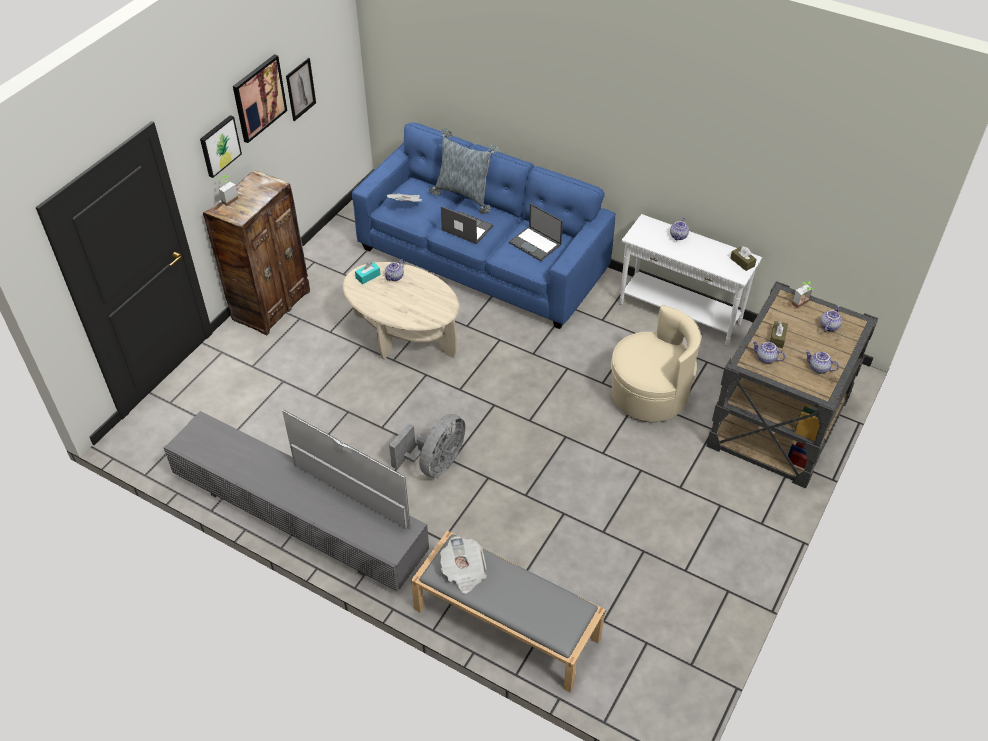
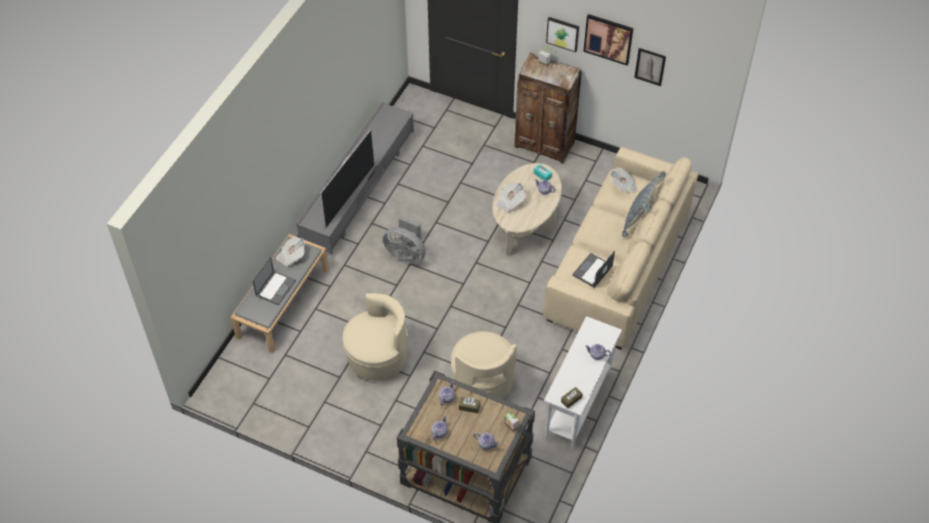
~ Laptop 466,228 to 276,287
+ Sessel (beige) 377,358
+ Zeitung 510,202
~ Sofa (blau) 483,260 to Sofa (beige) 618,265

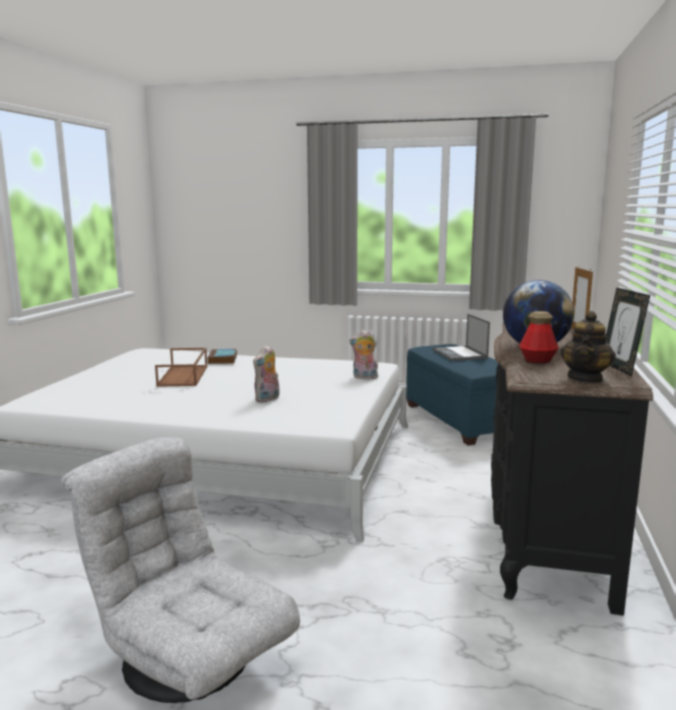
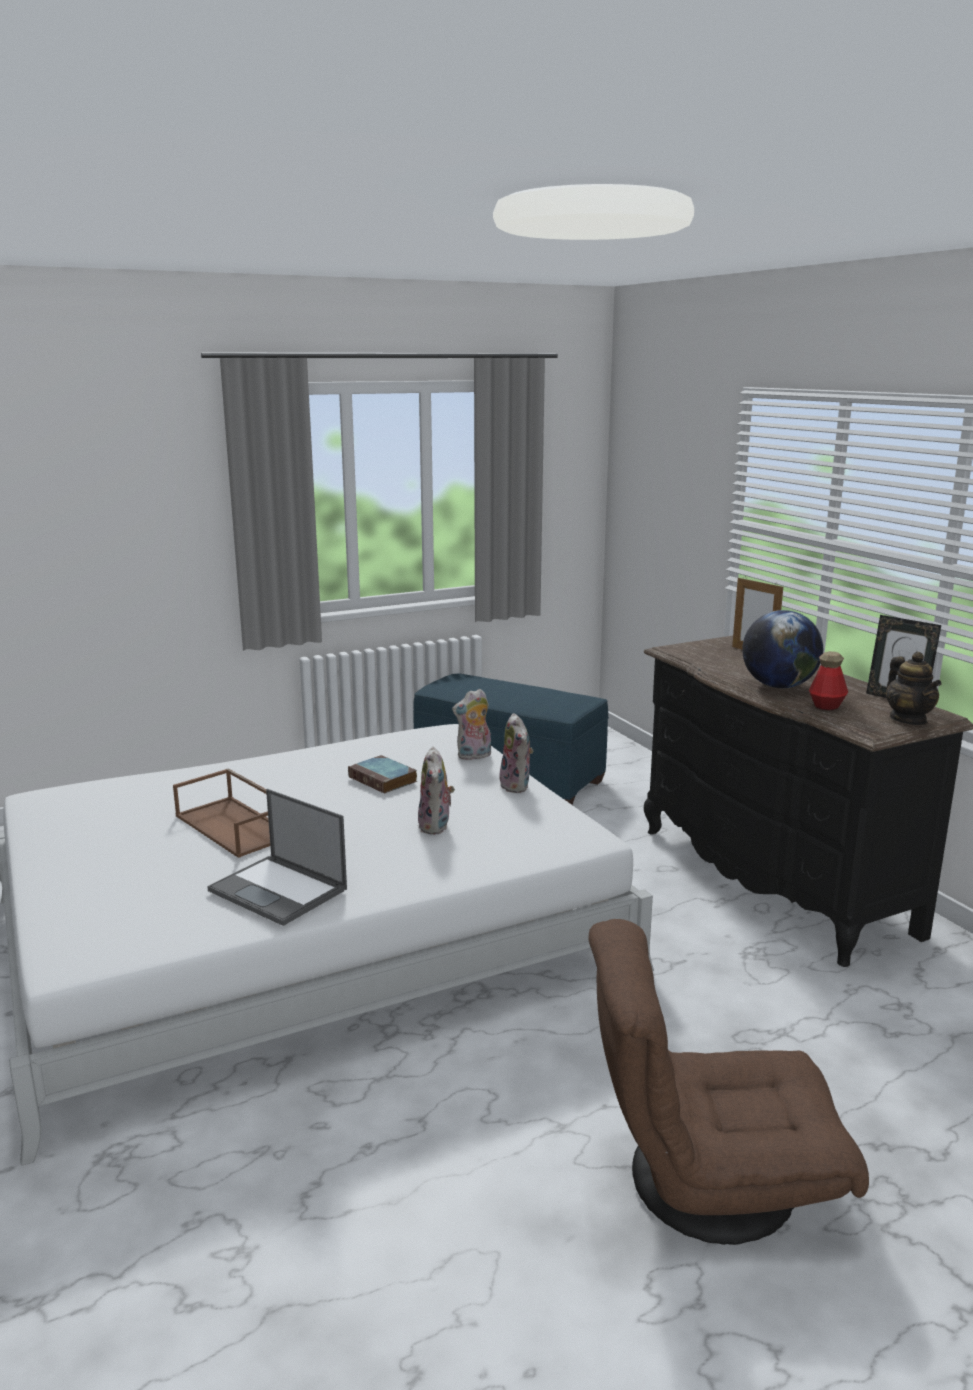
~ Laptop 460,354 to 279,890
~ Buch 223,359 to 384,779
+ Plüschtier 517,786
~ Sessel (grau) 191,656 to Sessel (braun) 713,1178

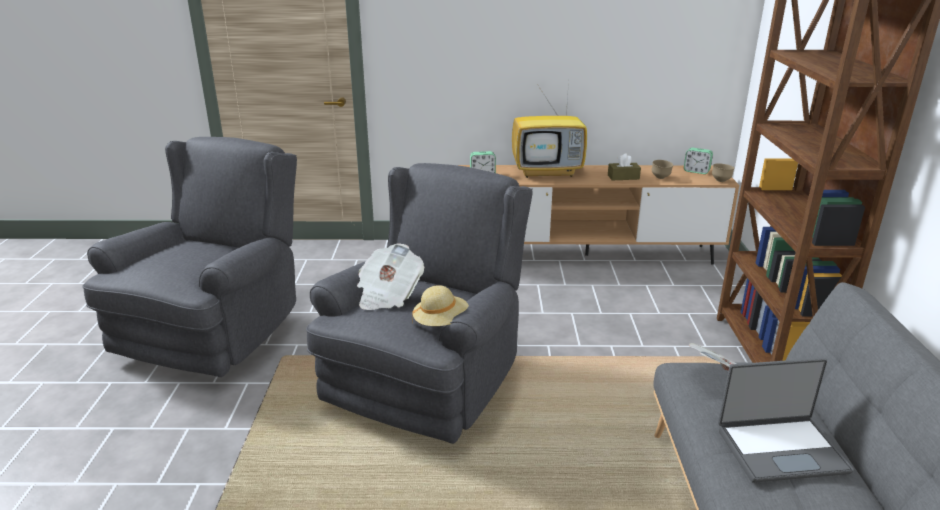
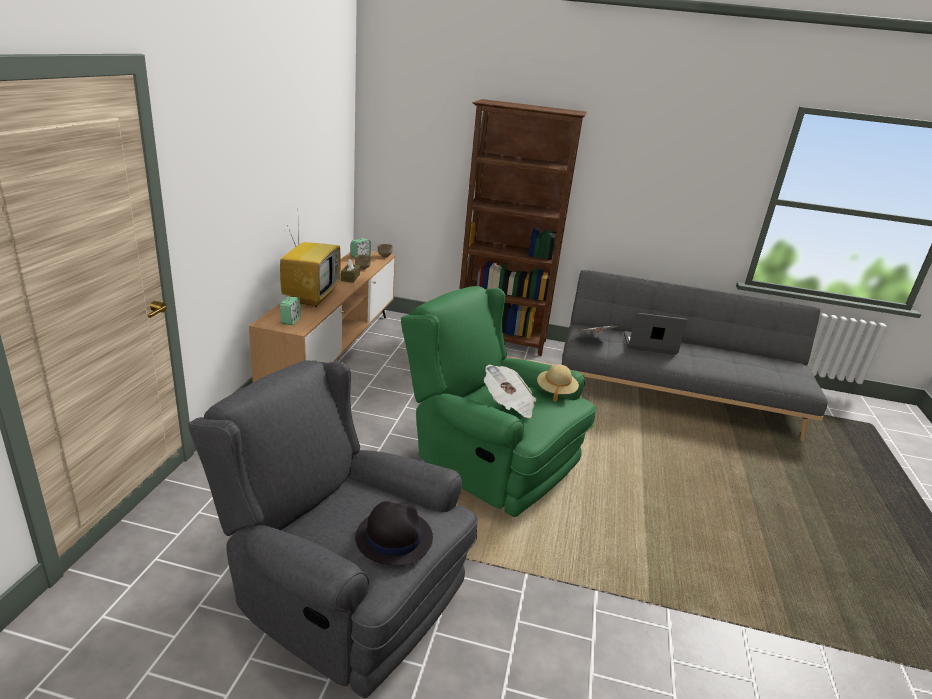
+ Hut (schwarz) 393,537
~ Sessel (grau) 428,383 to Sessel (grün) 489,466
~ Laptop 780,449 = 649,345 90 degrees counterclockwise

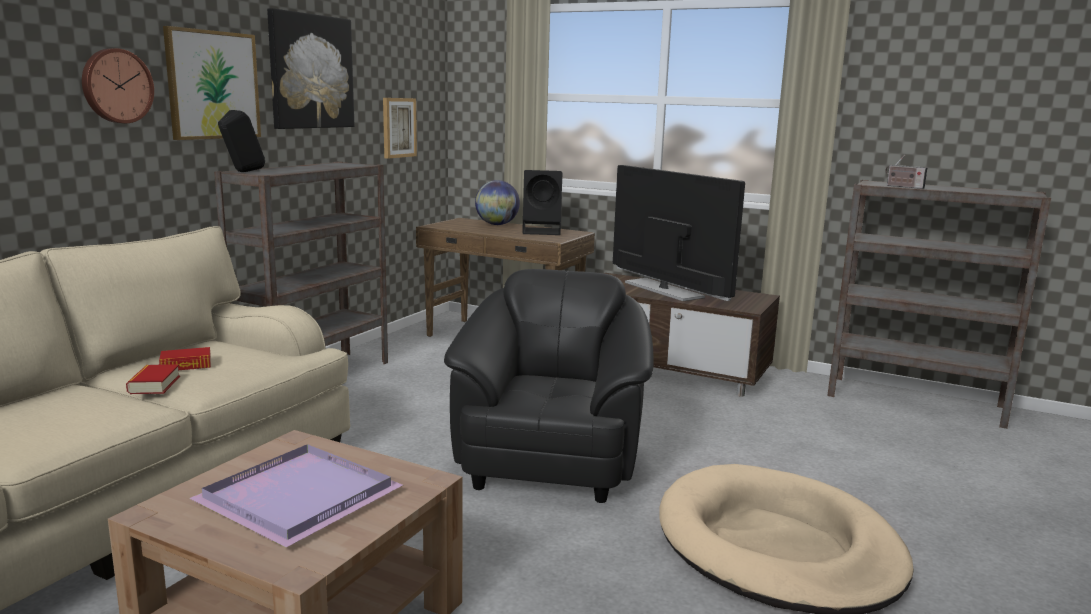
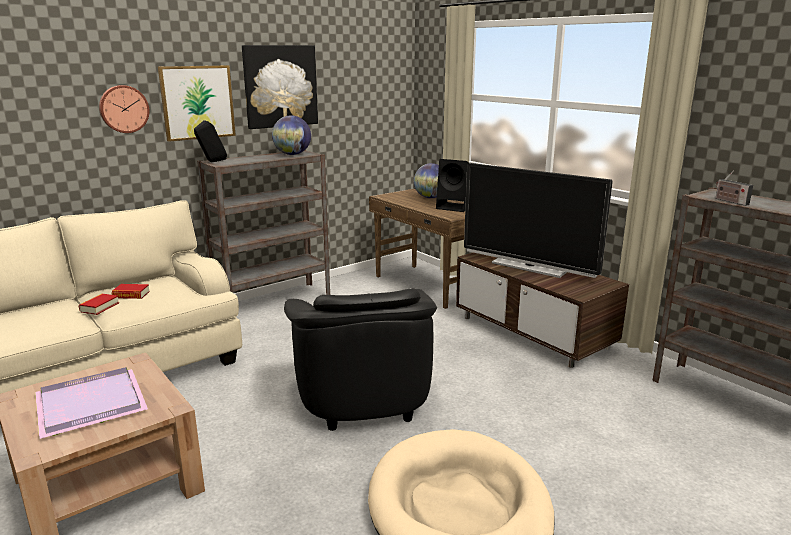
+ Globus 292,154
~ Sessel (schwarz) 551,461 = 362,396 135 degrees clockwise
~ Fernseher 663,290 = 529,267 135 degrees clockwise
- Bild 398,127

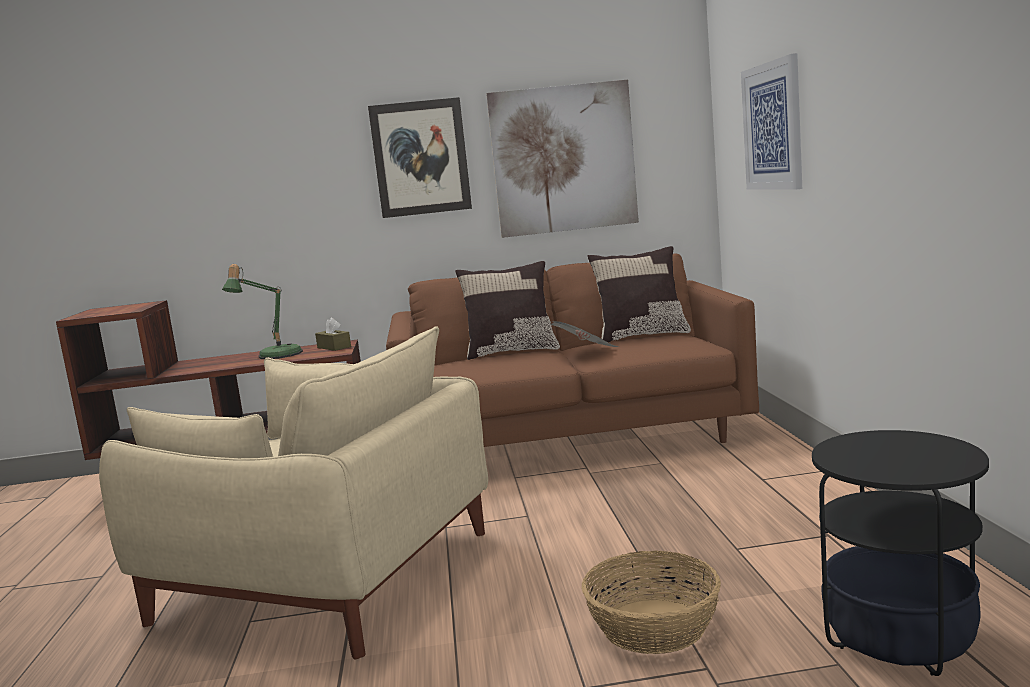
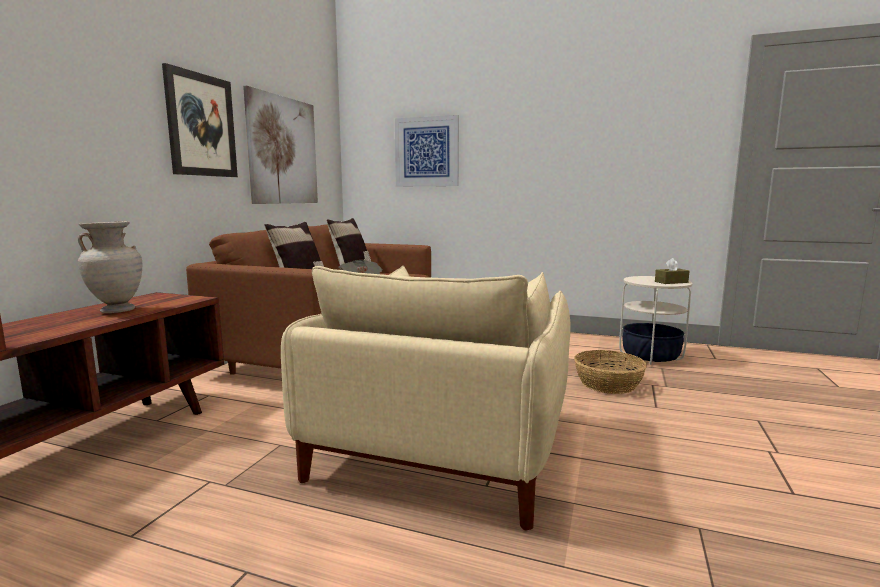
~ Tischlampe 274,356 to Vase (beige) 117,311
~ Sessel (beige) 325,577 = 443,447 150 degrees clockwise
~ Beistelltisch (schwarz) 900,641 to Beistelltisch (beige) 650,357
~ Taschentuchbox (braun) 334,347 to 671,282

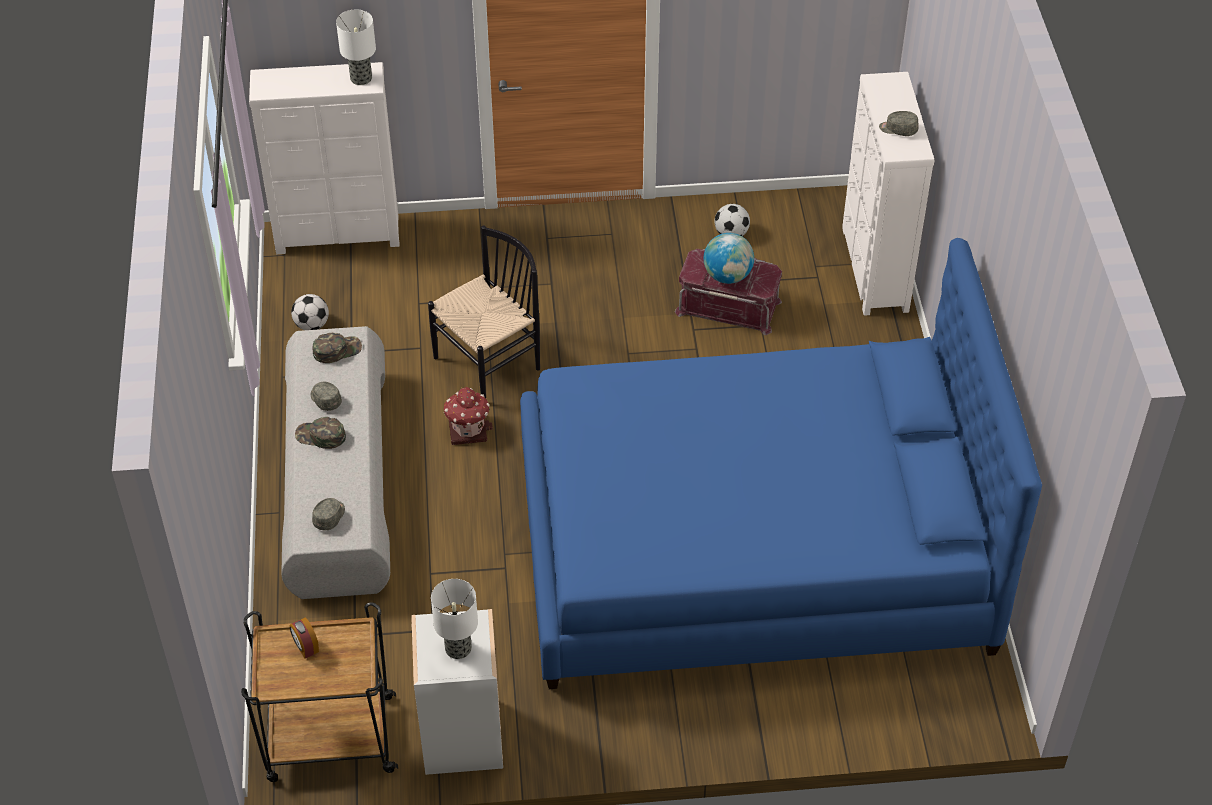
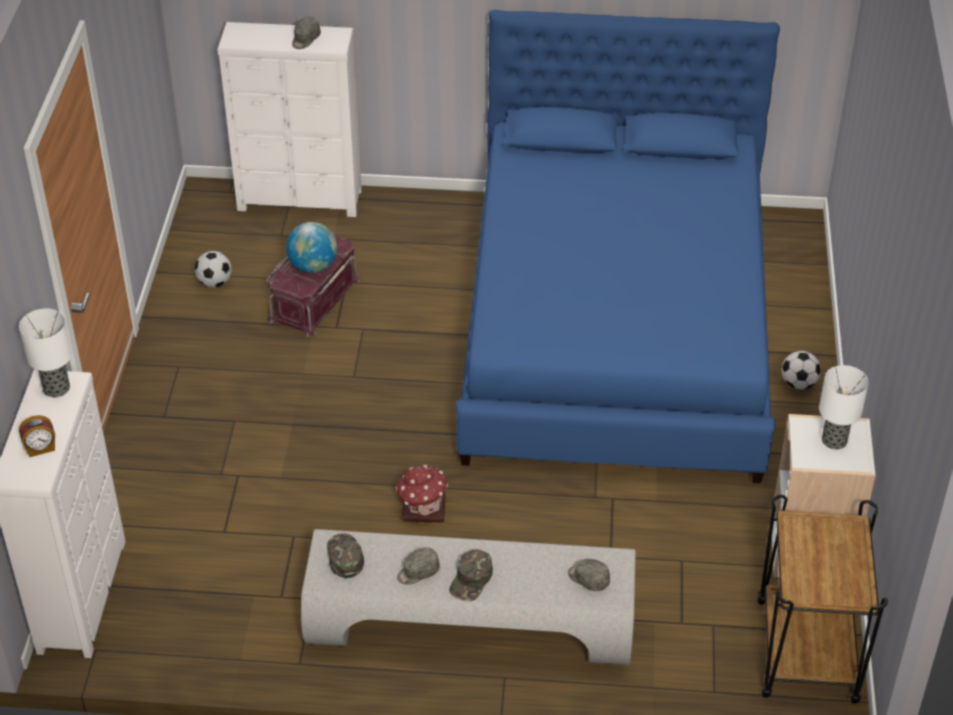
~ Wecker 305,647 to 41,448
~ Fußball 312,325 to 798,383
- Stuhl (schwarz) 491,361

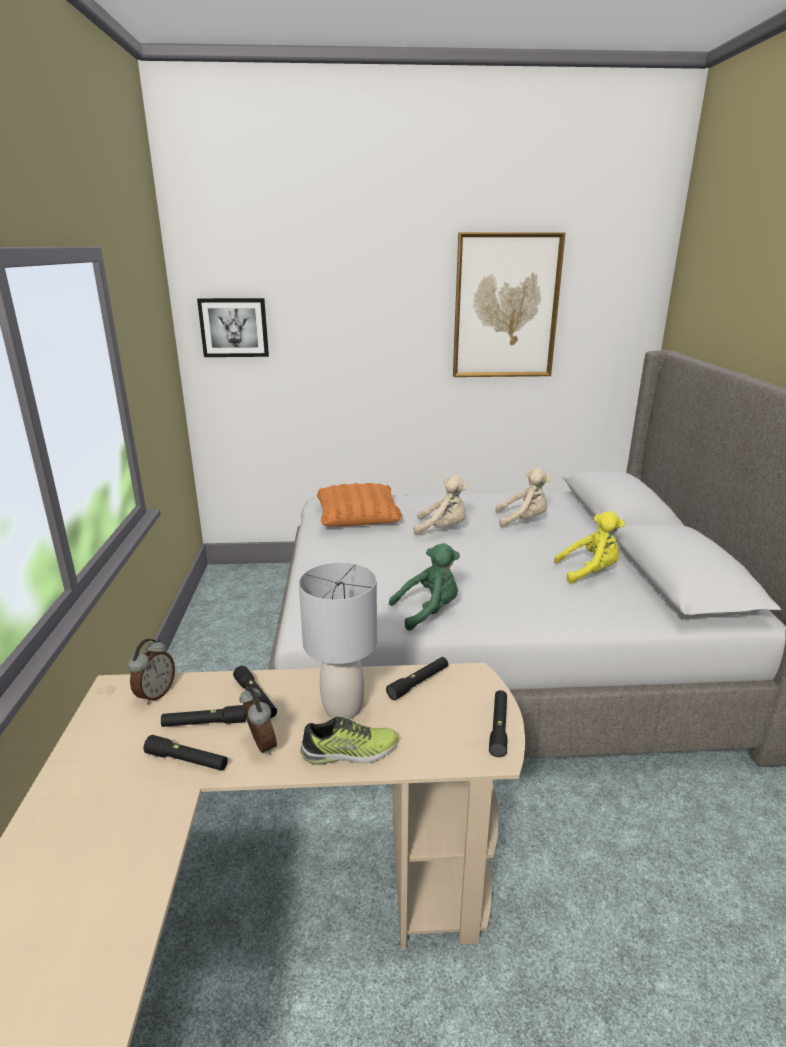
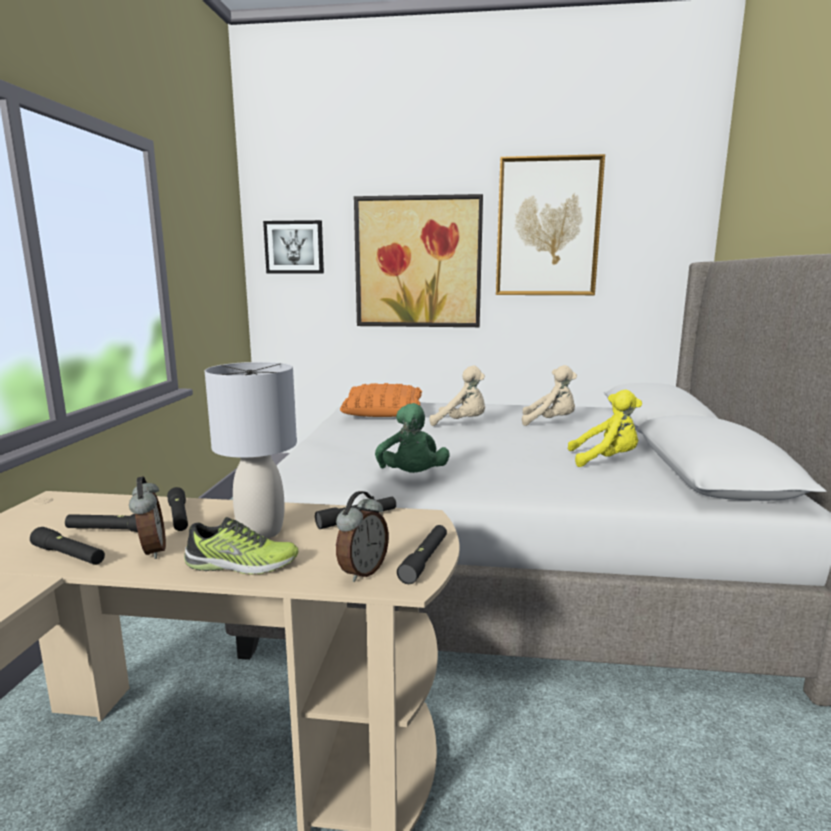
~ Wecker 155,694 to 362,571
+ Bild 418,262
~ Plüschtier (grün) 428,611 = 411,477 90 degrees clockwise

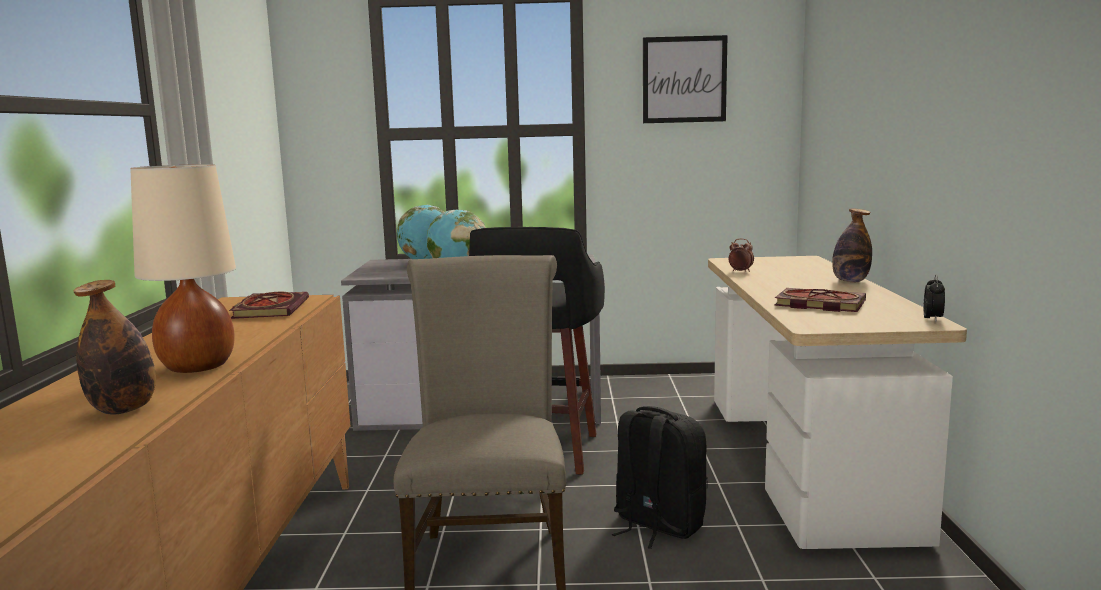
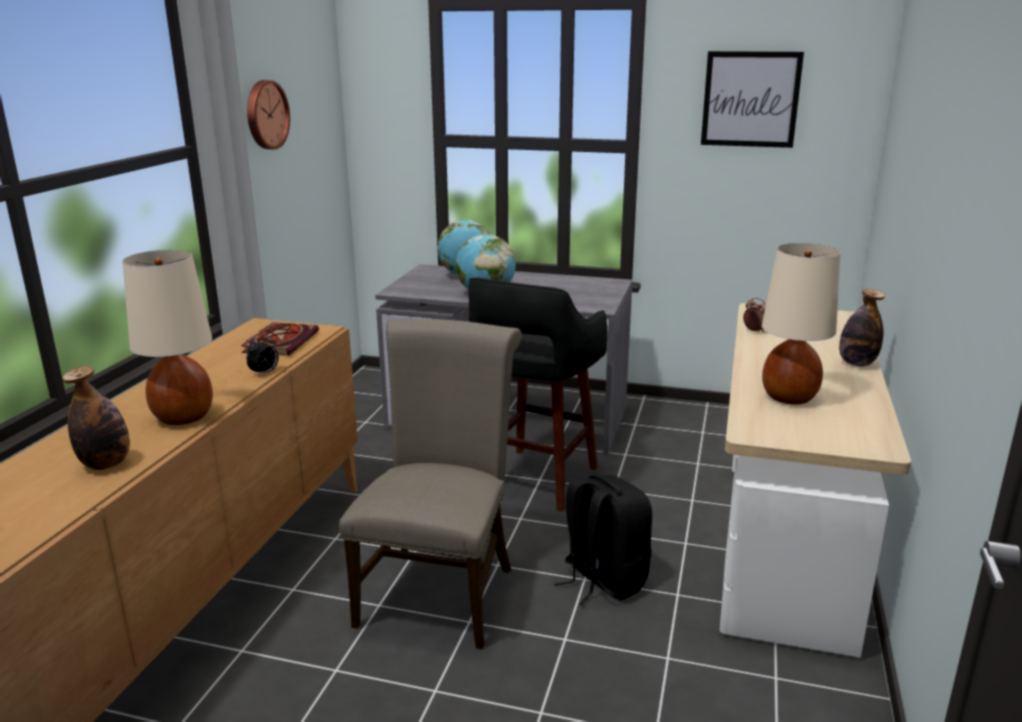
+ Wanduhr 265,115
~ Wecker 932,319 to 265,373
~ Buch 817,304 to Tischlampe (beige) 788,398

